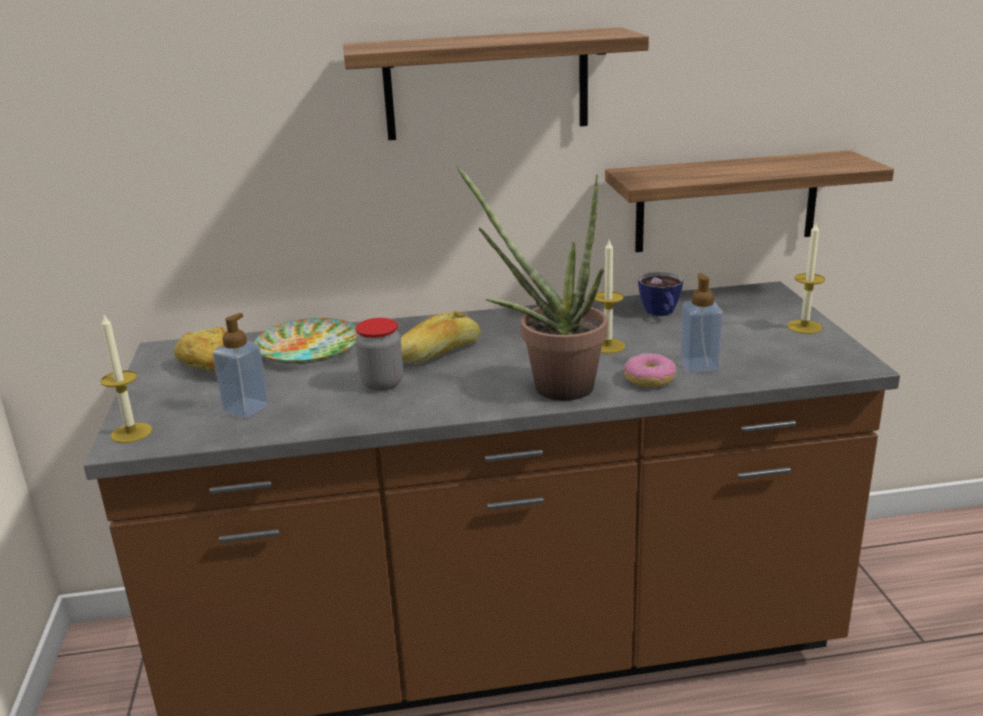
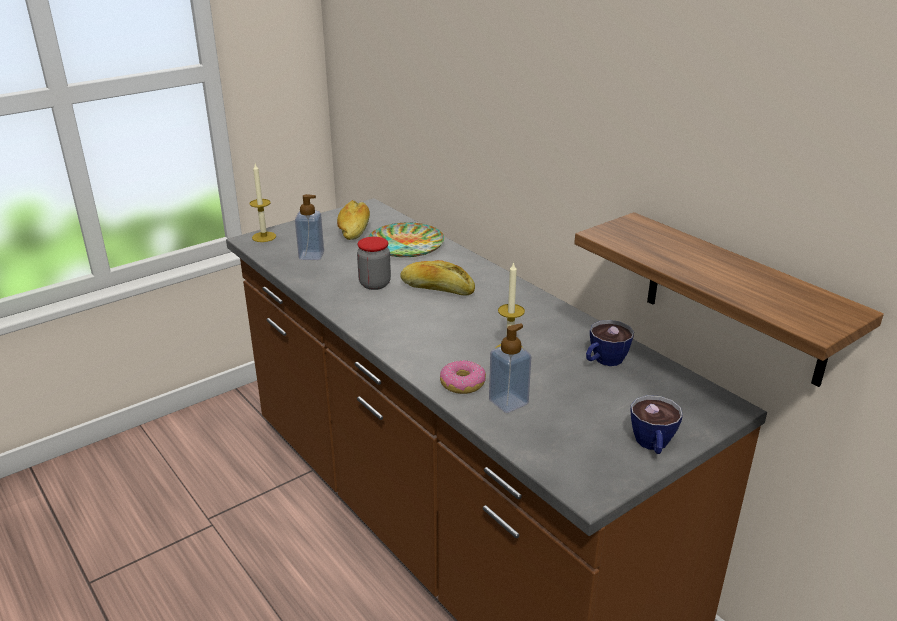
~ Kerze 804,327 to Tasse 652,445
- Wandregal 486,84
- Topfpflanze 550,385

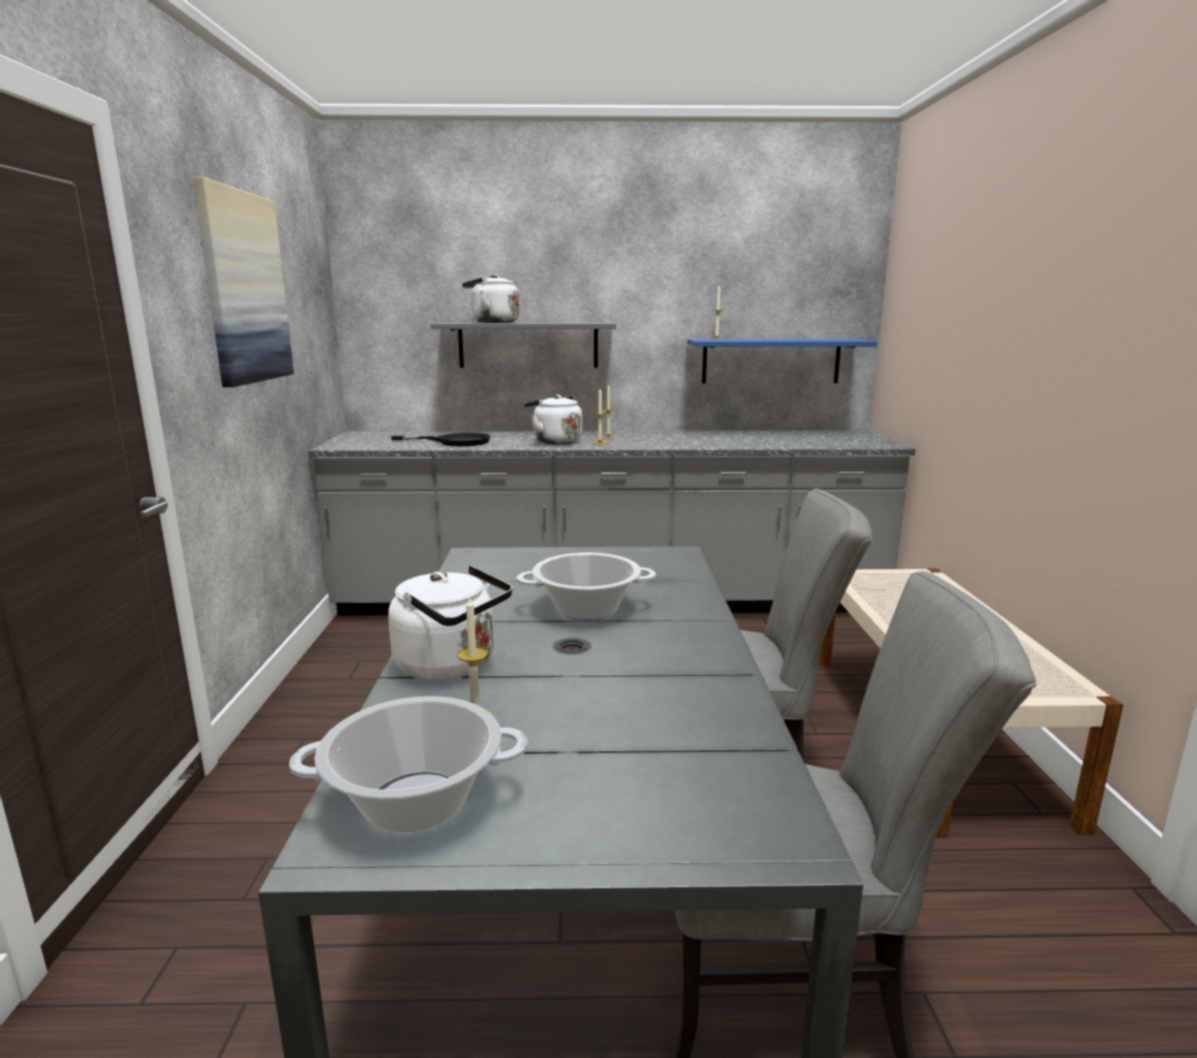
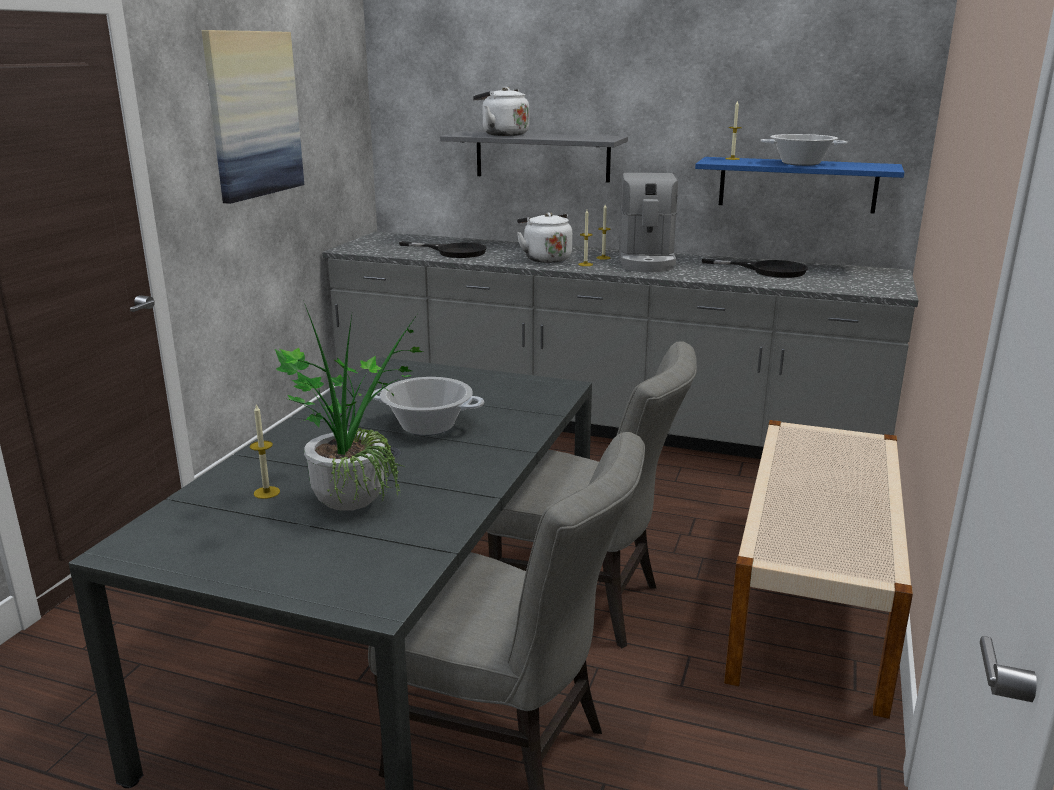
+ Topfpflanze 355,496
+ Kaffeemaschine 646,261
+ Pfanne (schwarz) 768,270
~ Kochtopf 415,802 to 801,163
- Wasserkessel (weiß) 451,666

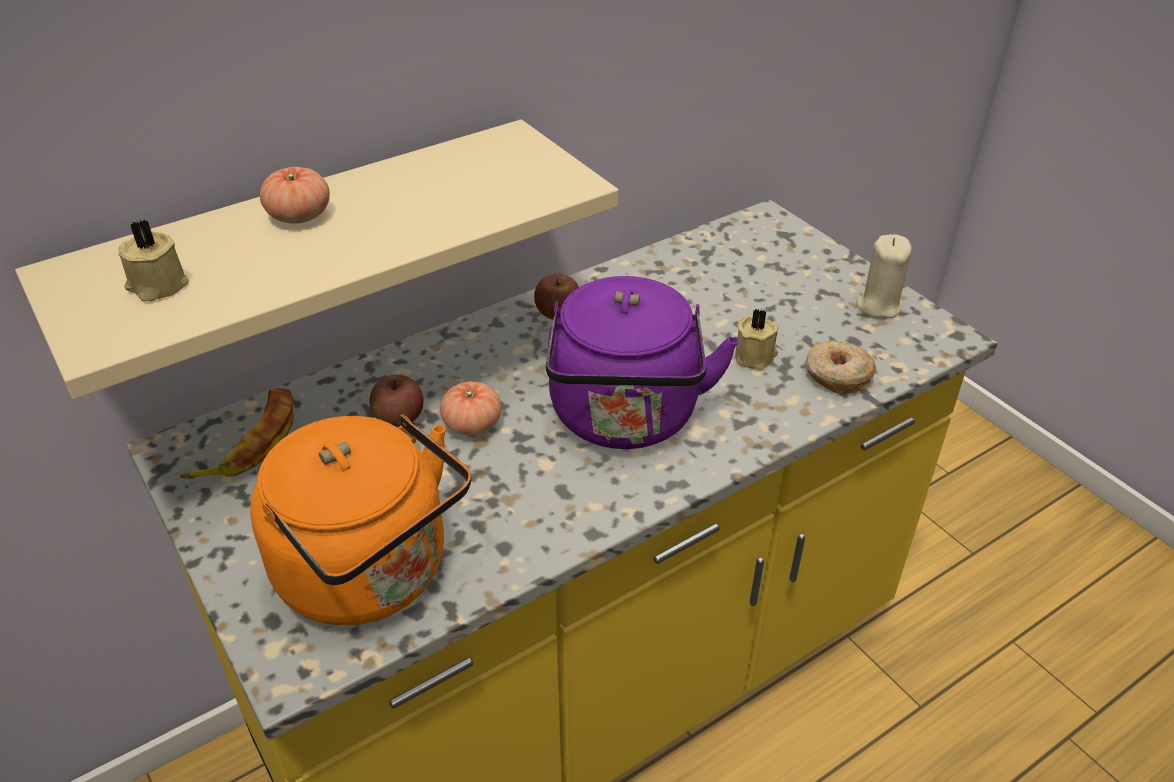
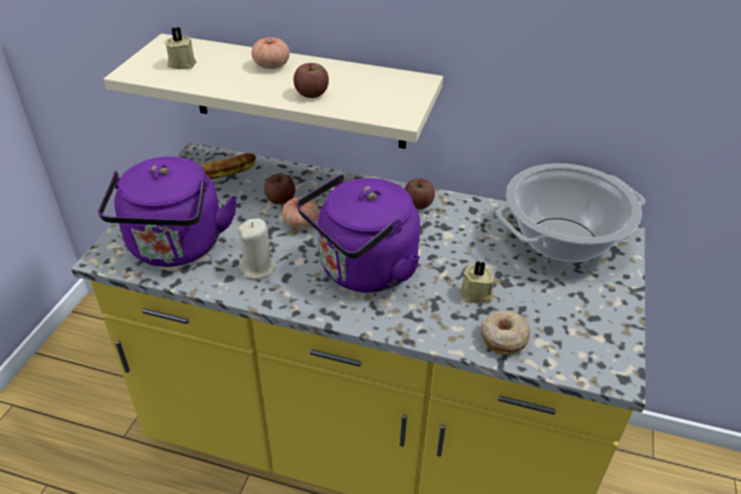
~ Wasserkessel (orange) 372,575 to Wasserkessel (lila) 175,248
~ Kerze (beige) 878,305 to 258,268
+ Apfel 311,93
+ Kochtopf 562,241

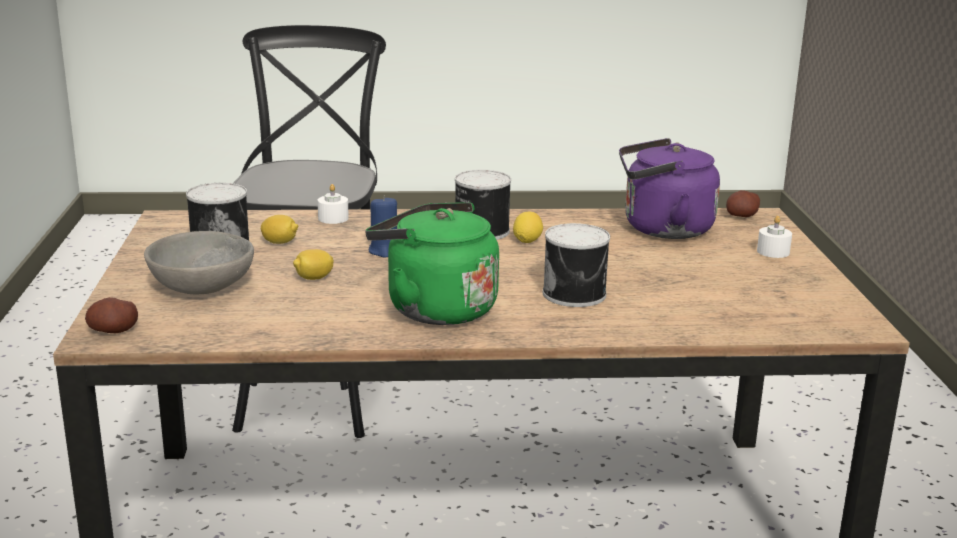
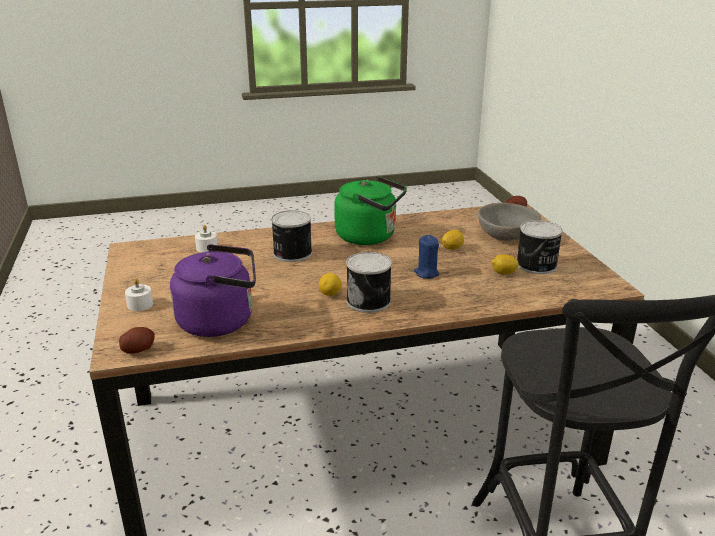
~ Kerze (weiß) 333,218 to 207,248

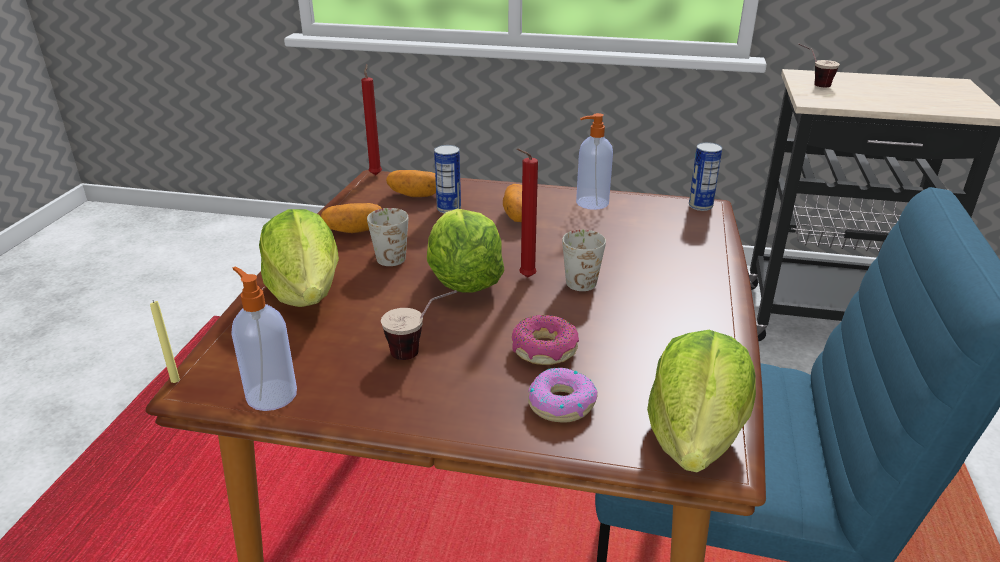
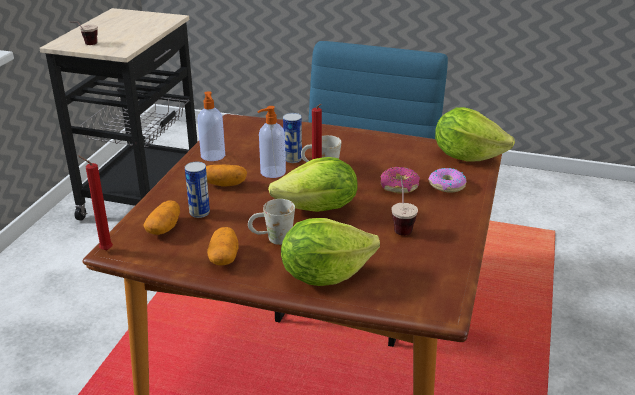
~ Seifenspender 270,394 to 272,172
~ Dose 700,206 to 293,159
- Kerze (gelb) 175,380

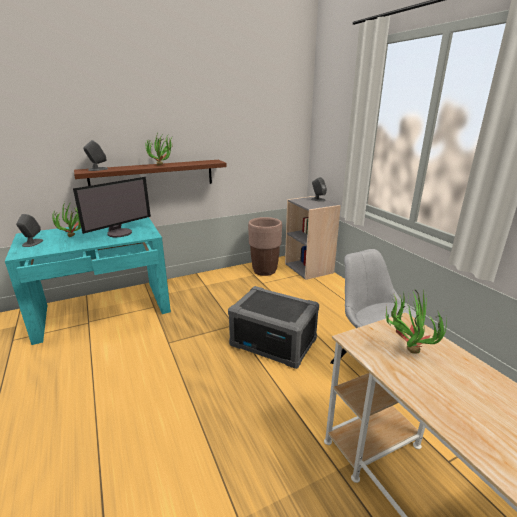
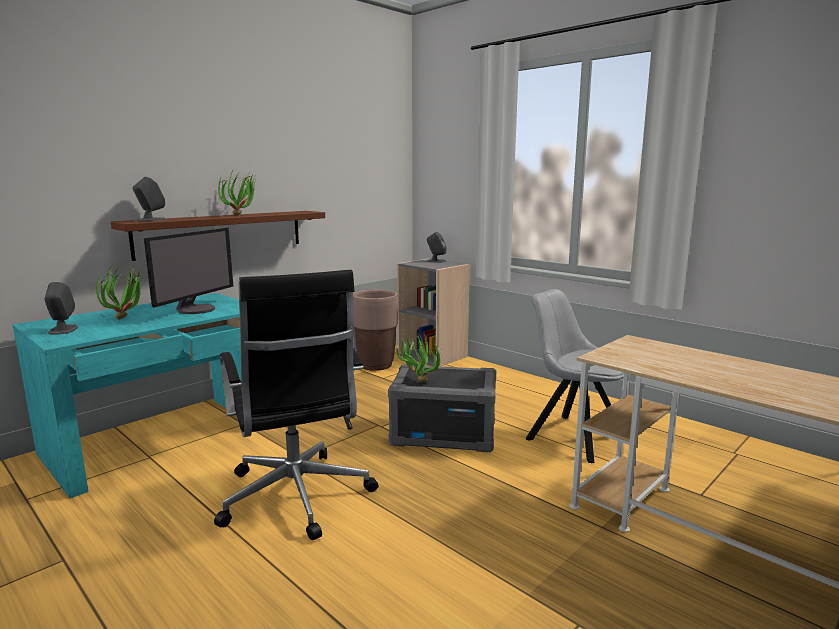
+ Bürostuhl (schwarz) 296,498
~ Topfpflanze 406,349 to 417,381

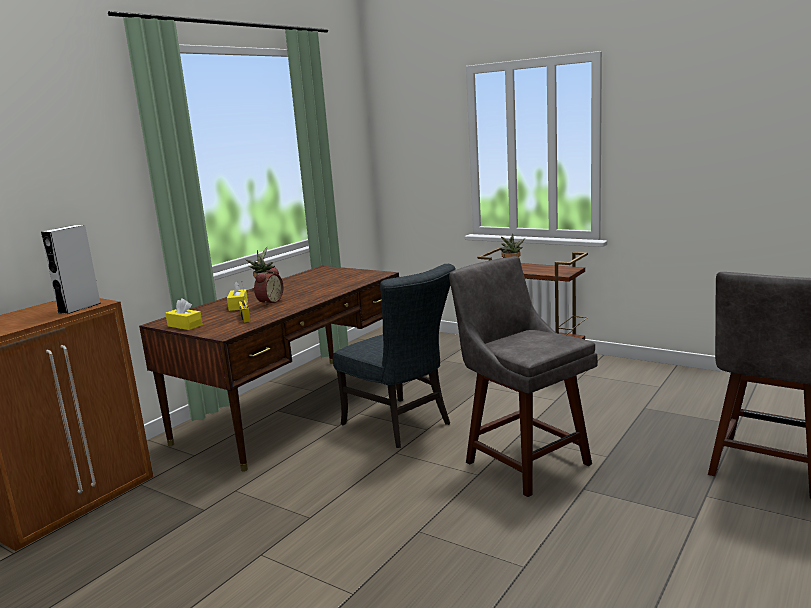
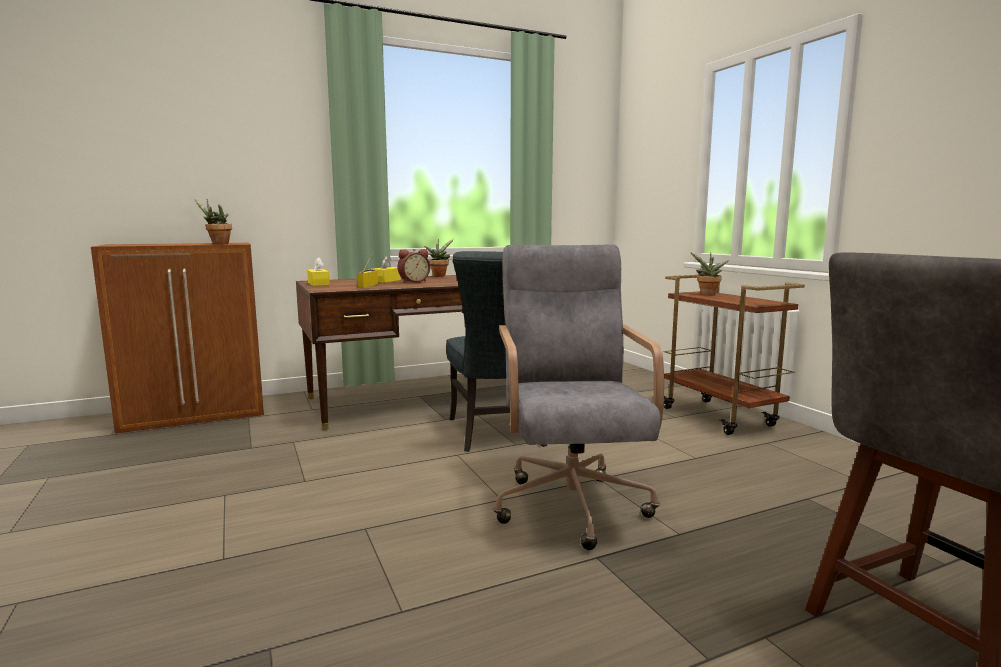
~ Lautsprecher (grau) 79,308 to Topfpflanze 217,244
~ Hocker (grau) 524,461 to Bürostuhl (grau) 570,504

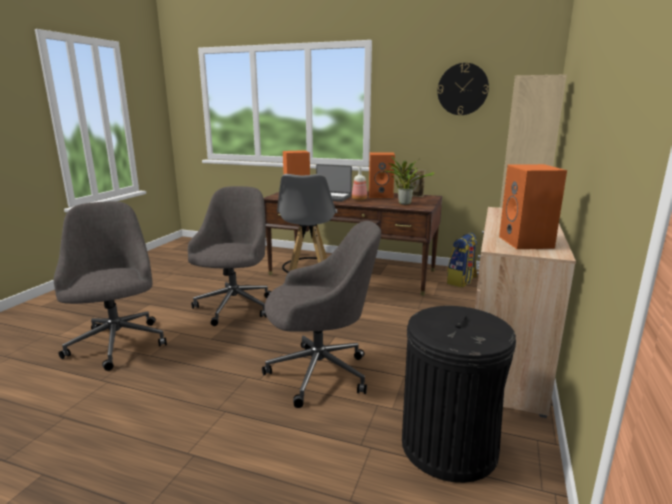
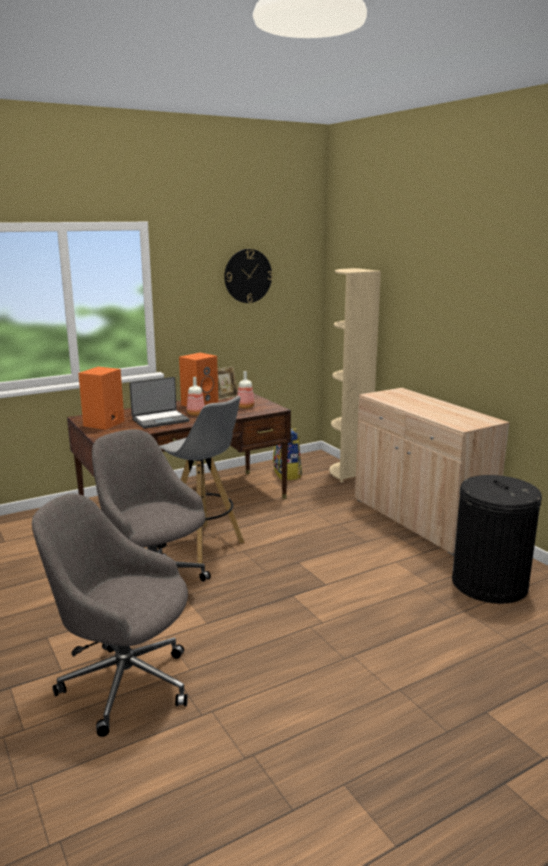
~ Topfpflanze 403,203 to Flasche 245,407
- Bürostuhl (grau) 320,373
- Lautsprecher (orange) 527,242

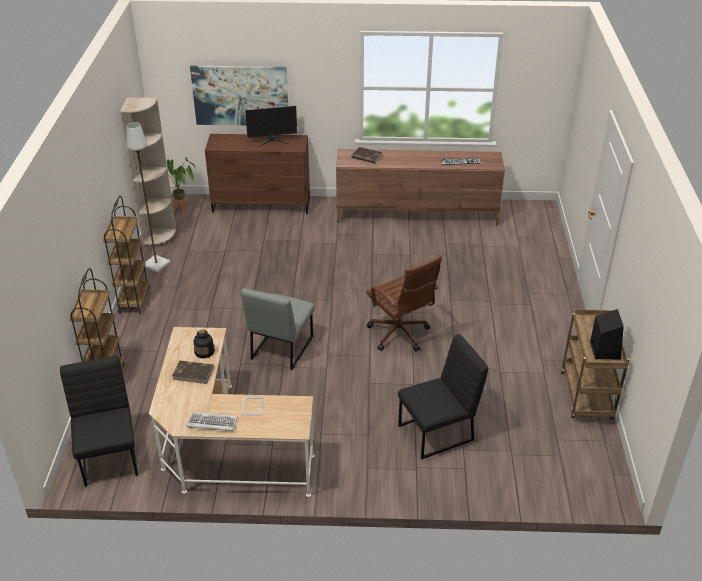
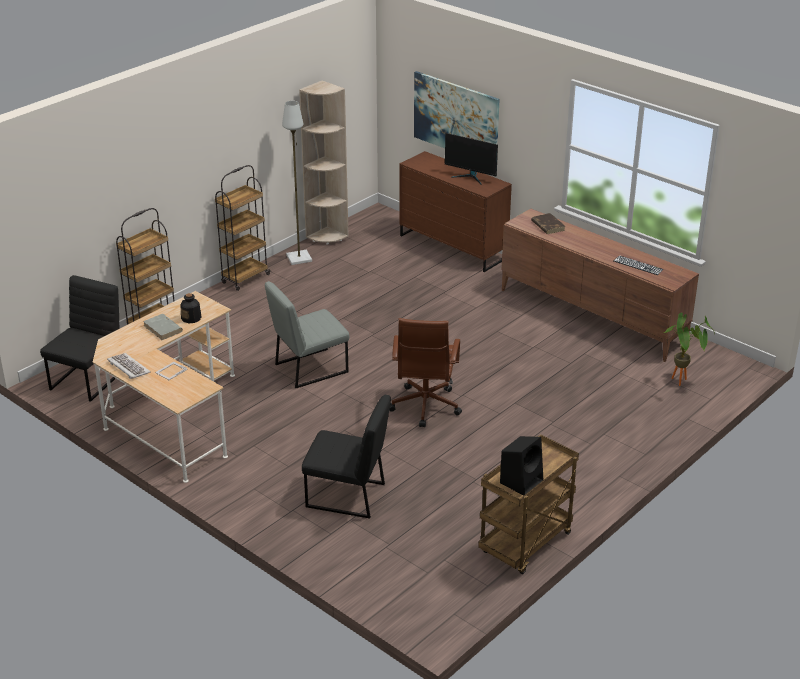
~ Buch (braun) 193,373 to Buch (grau) 163,329
~ Topfpflanze 183,210 to 682,383

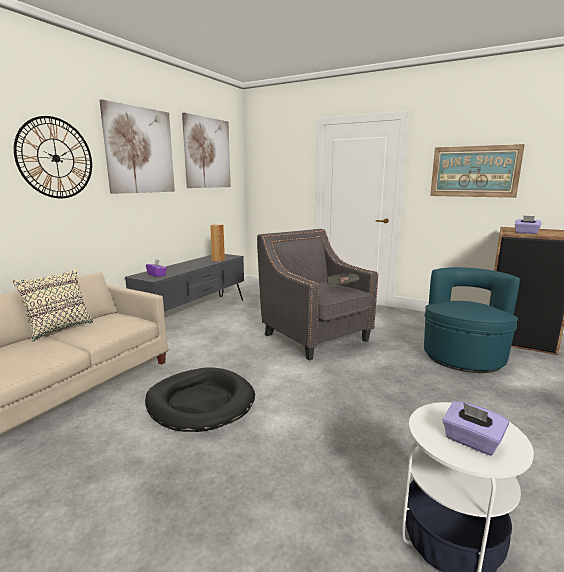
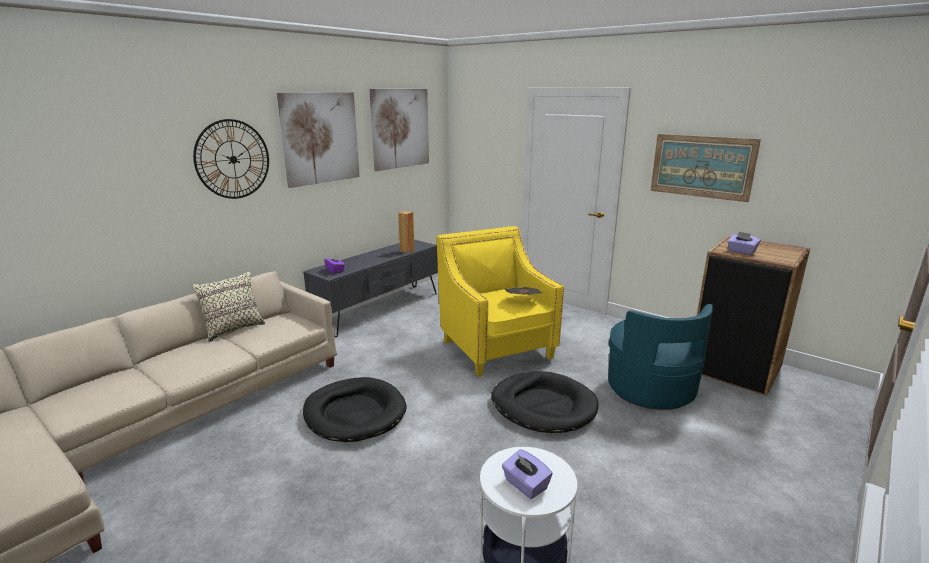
~ Sessel (grau) 315,337 to Sessel (gelb) 496,348
+ Hundebett (schwarz) 543,406
~ Sessel (türkis) 463,357 = 650,388 135 degrees clockwise

